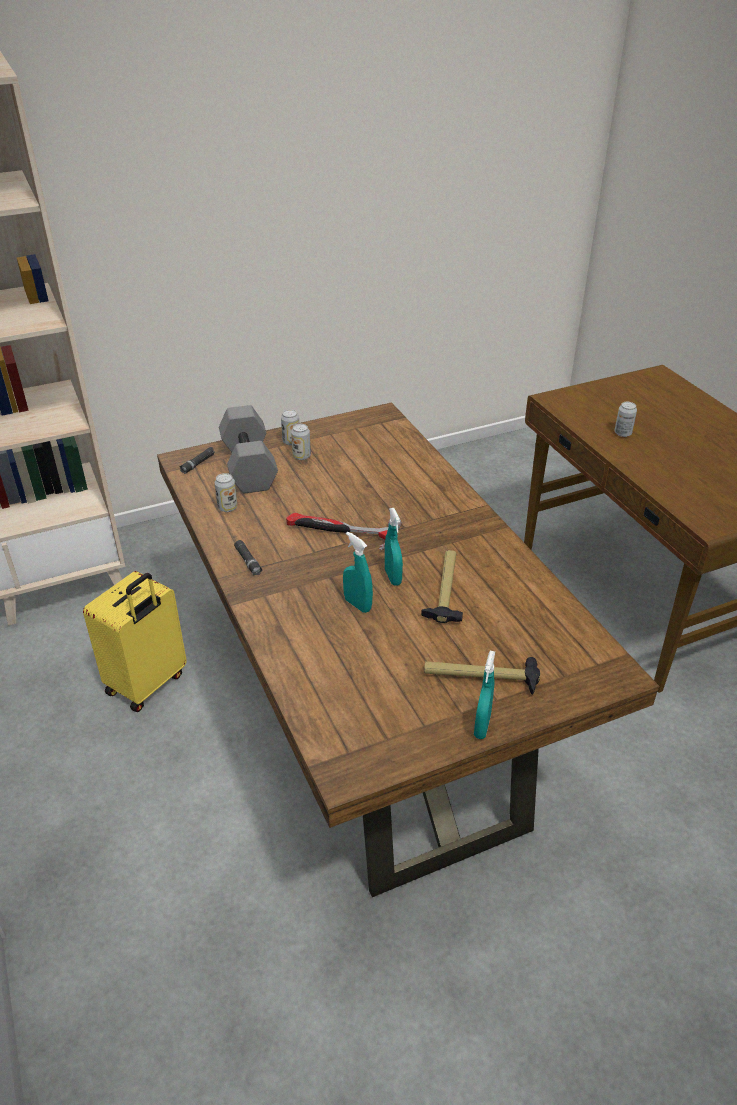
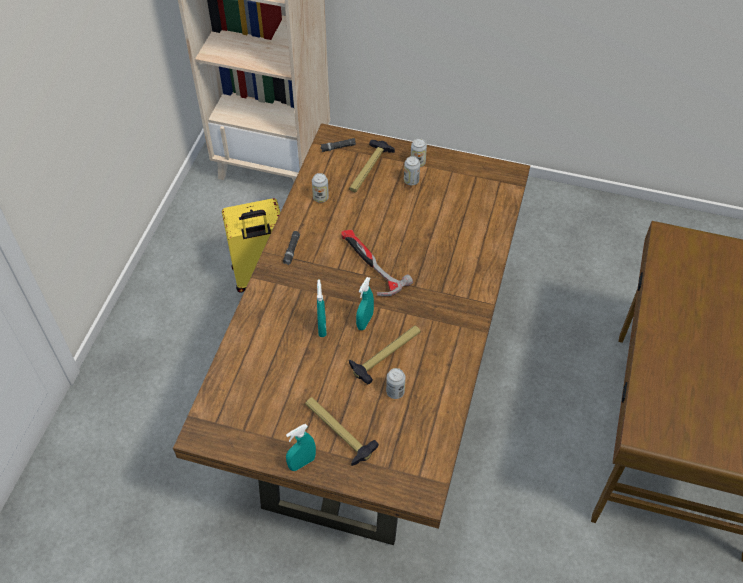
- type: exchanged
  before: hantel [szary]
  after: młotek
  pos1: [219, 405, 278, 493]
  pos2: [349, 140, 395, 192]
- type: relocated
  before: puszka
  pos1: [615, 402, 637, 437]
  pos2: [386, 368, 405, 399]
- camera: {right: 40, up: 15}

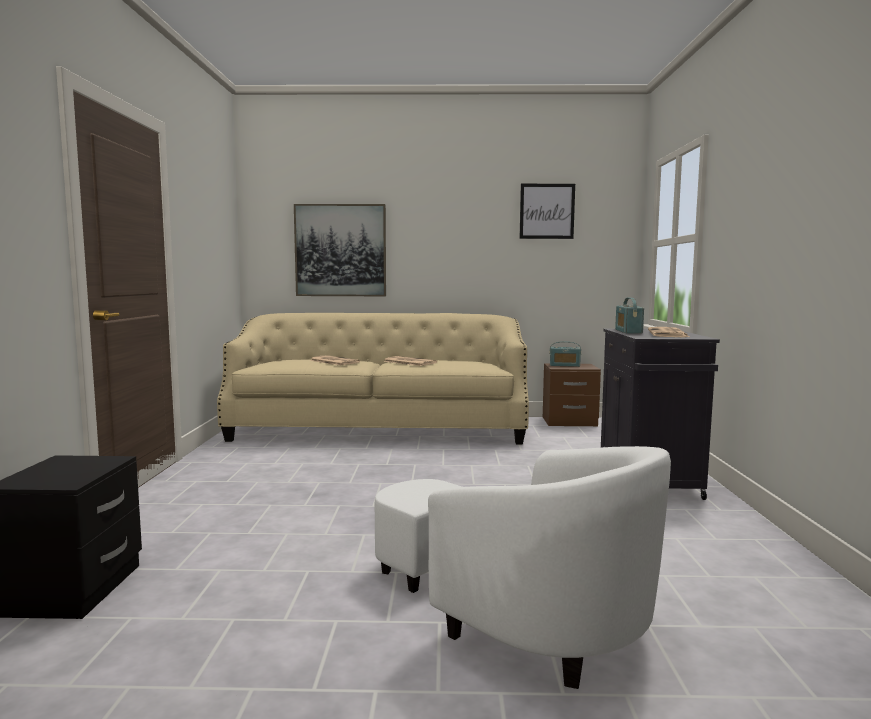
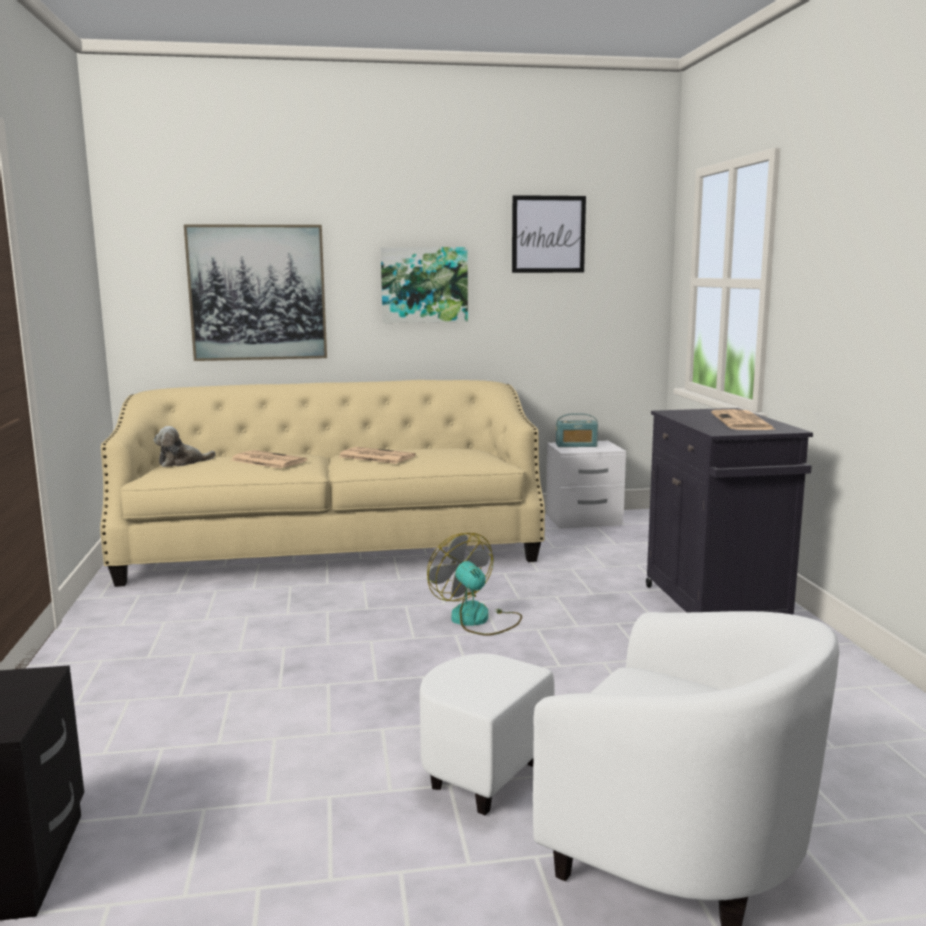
- type: appeared
  after: pluszak
  pos2: [154, 426, 216, 467]
- type: appeared
  after: obraz
  pos2: [381, 247, 468, 323]
- type: appeared
  after: wentylator
  pos2: [427, 533, 522, 636]
- type: colour
  before: szafka nocna [brązowy]
  after: szafka nocna [biały]
  pos1: [543, 363, 601, 426]
  pos2: [546, 441, 626, 529]
- type: missing
  before: radio
  pos1: [615, 298, 644, 334]
- camera: {right: -10, up: 5}

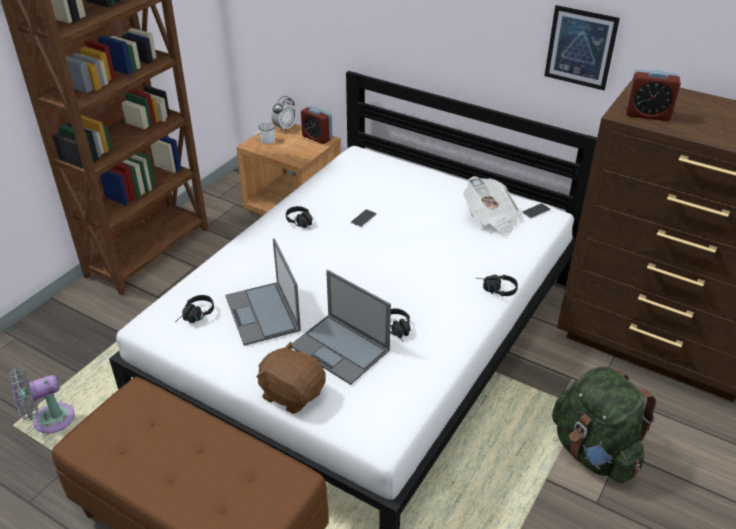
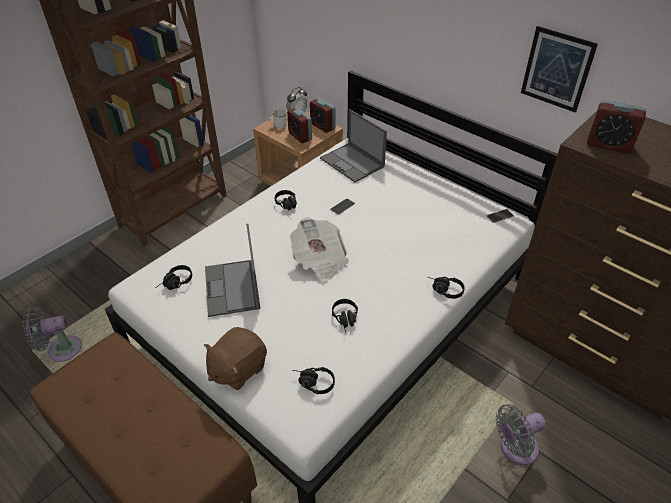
- type: spun
  before: pluszak [brązowy]
  pos1: [257, 341, 326, 414]
  pos2: [204, 327, 267, 390]
  turn: -90
- type: appeared
  after: budzik
  pos2: [287, 107, 312, 143]
- type: relocated
  before: gazeta
  pos1: [463, 176, 522, 236]
  pos2: [290, 217, 349, 282]
- type: appeared
  after: słuchawki [czarny]
  pos2: [292, 367, 335, 394]
- type: relocated
  before: laptop
  pos1: [292, 270, 391, 385]
  pos2: [320, 109, 387, 182]
- type: exchanged
  before: plecak [zielony]
  after: wentylator [szary]
  pos1: [552, 367, 656, 483]
  pos2: [496, 404, 546, 465]
- camera: {right: 10, up: 5}

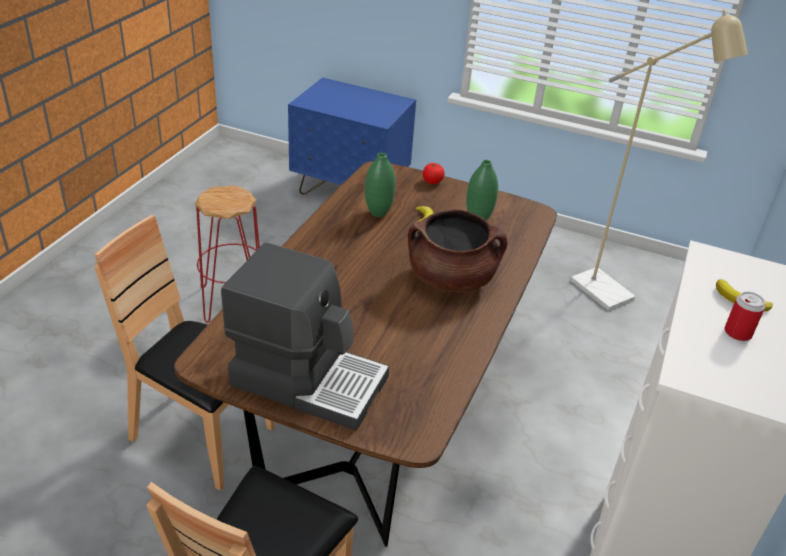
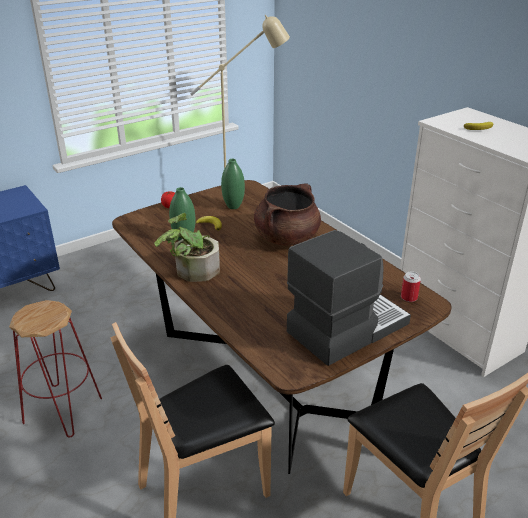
- type: appeared
  after: roślina doniczkowa
  pos2: [154, 213, 220, 282]
- type: relocated
  before: puszka
  pos1: [724, 292, 765, 341]
  pos2: [401, 271, 421, 302]
- camera: {right: -55, up: -5}

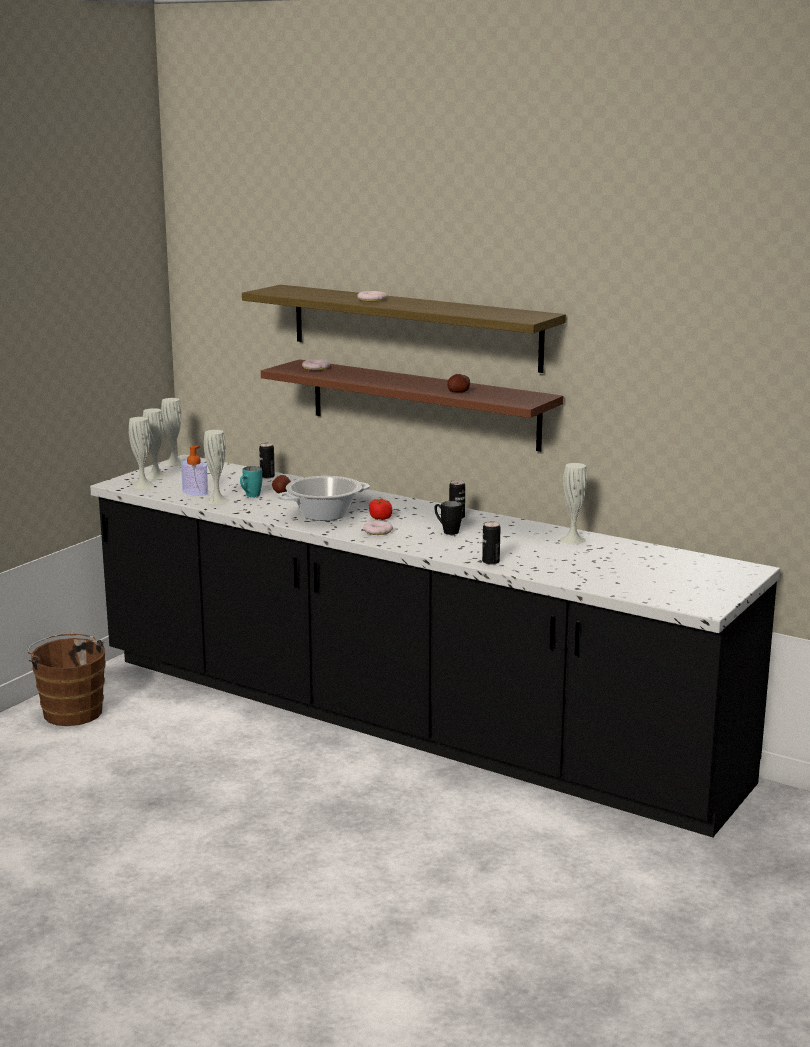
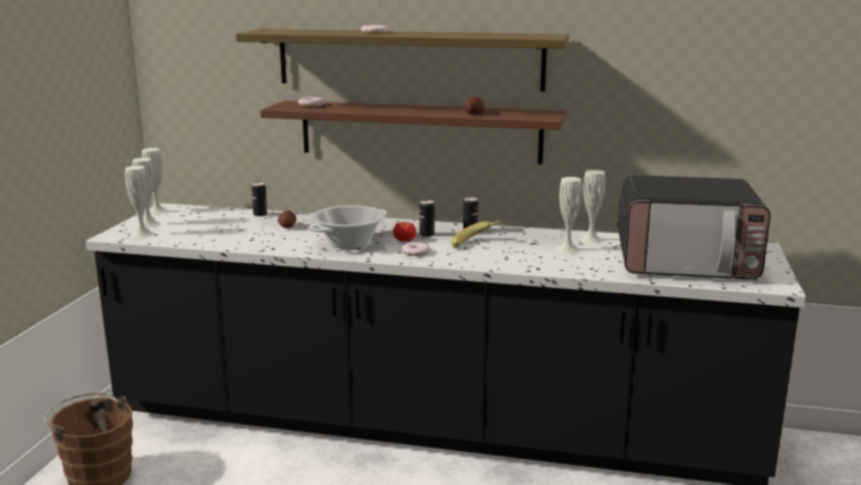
- type: relocated
  before: puszka
  pos1: [482, 521, 501, 565]
  pos2: [419, 200, 434, 237]
- type: exchanged
  before: kubek [czarny]
  after: banan
  pos1: [434, 501, 462, 535]
  pos2: [451, 220, 503, 247]
- type: relocated
  before: wazon [biały]
  pos1: [204, 430, 229, 505]
  pos2: [555, 177, 582, 254]
- type: appeared
  after: mikrofalówka
  pos2: [618, 175, 771, 280]
- type: missing
  before: dozownik mydła
  pos1: [181, 445, 208, 496]
- type: missing
  before: kubek [turkusowy]
  pos1: [240, 466, 262, 497]
- camera: {right: -20, up: 0}

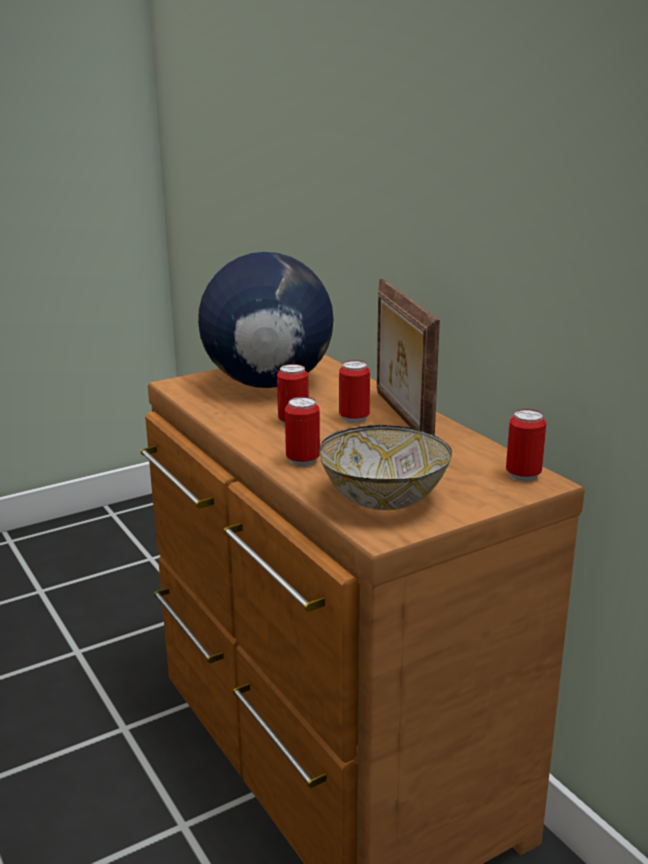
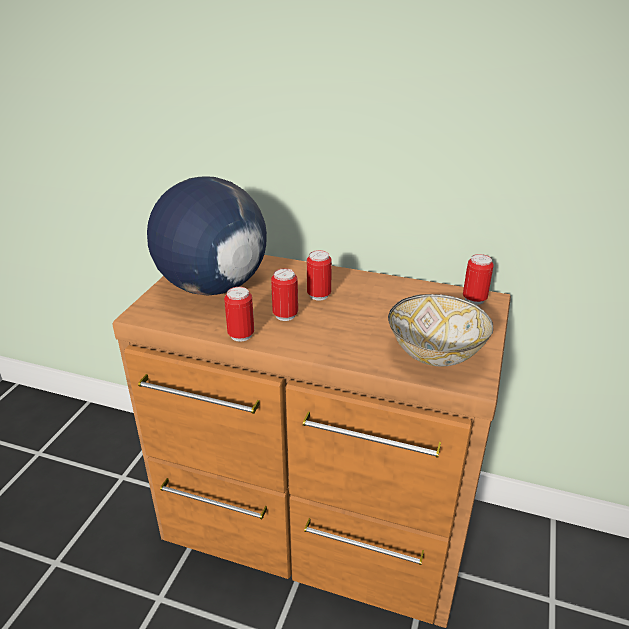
- type: relocated
  before: puszka
  pos1: [285, 397, 320, 467]
  pos2: [224, 287, 254, 342]
- type: missing
  before: ramka na zdjęcie
  pos1: [377, 279, 440, 436]
- camera: {right: -40, up: 10}

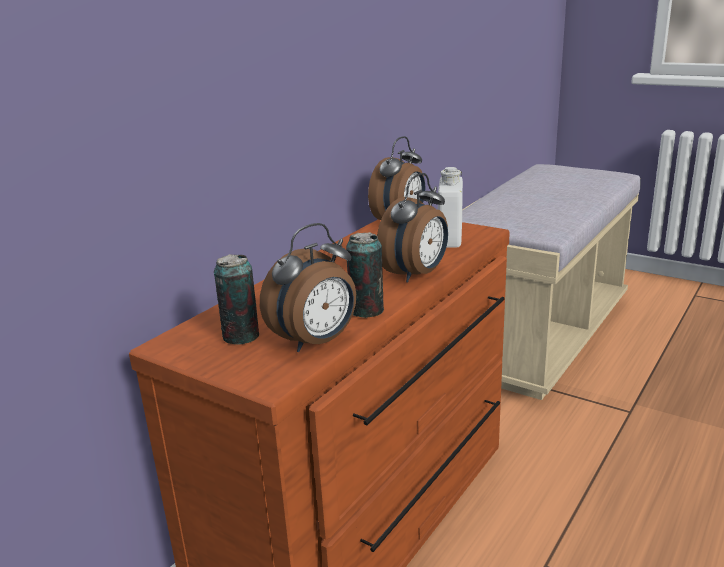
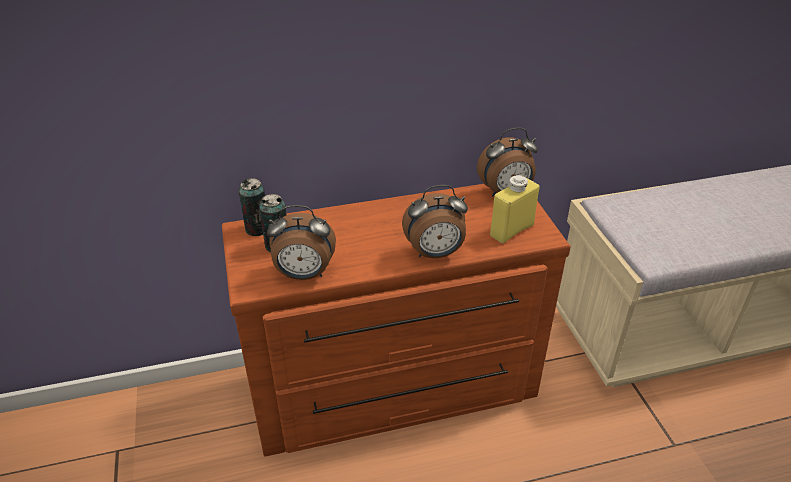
- type: relocated
  before: puszka
  pos1: [346, 232, 384, 318]
  pos2: [239, 178, 265, 236]
- type: colour
  before: butelka [biały]
  after: butelka [żółty]
  pos1: [438, 167, 463, 247]
  pos2: [490, 175, 540, 243]
- camera: {right: 40, up: 15}

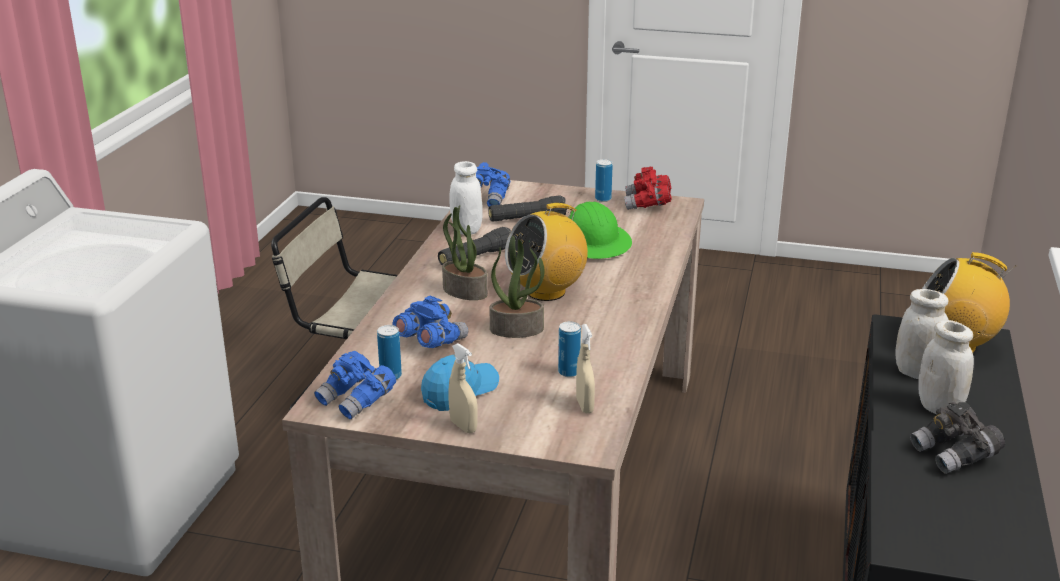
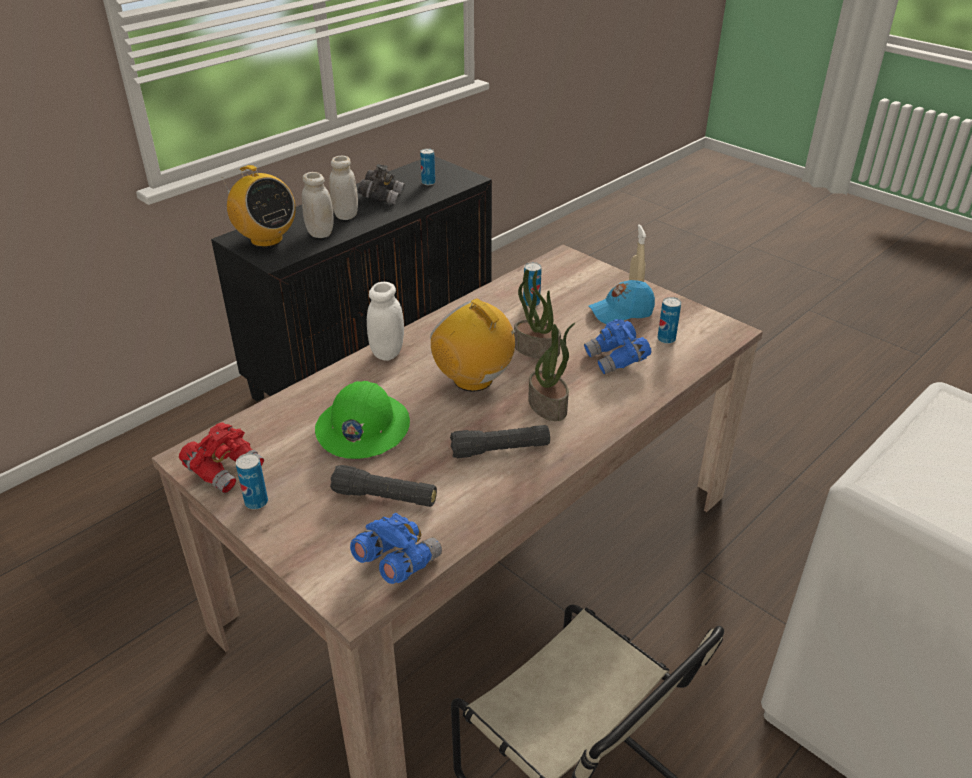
- type: relocated
  before: słoik [biały]
  pos1: [449, 161, 483, 235]
  pos2: [367, 282, 404, 361]
- type: appeared
  after: puszka
  pos2: [420, 148, 435, 185]
- type: spun
  before: radio
  pos1: [505, 203, 588, 301]
  pos2: [430, 298, 523, 392]
  turn: -135
- type: missing
  before: lornetka [niebieski]
  pos1: [314, 351, 396, 419]
- type: missing
  before: spryskiwacz [beżowy]
  pos1: [576, 324, 595, 413]
- camera: {right: -150, up: 10}

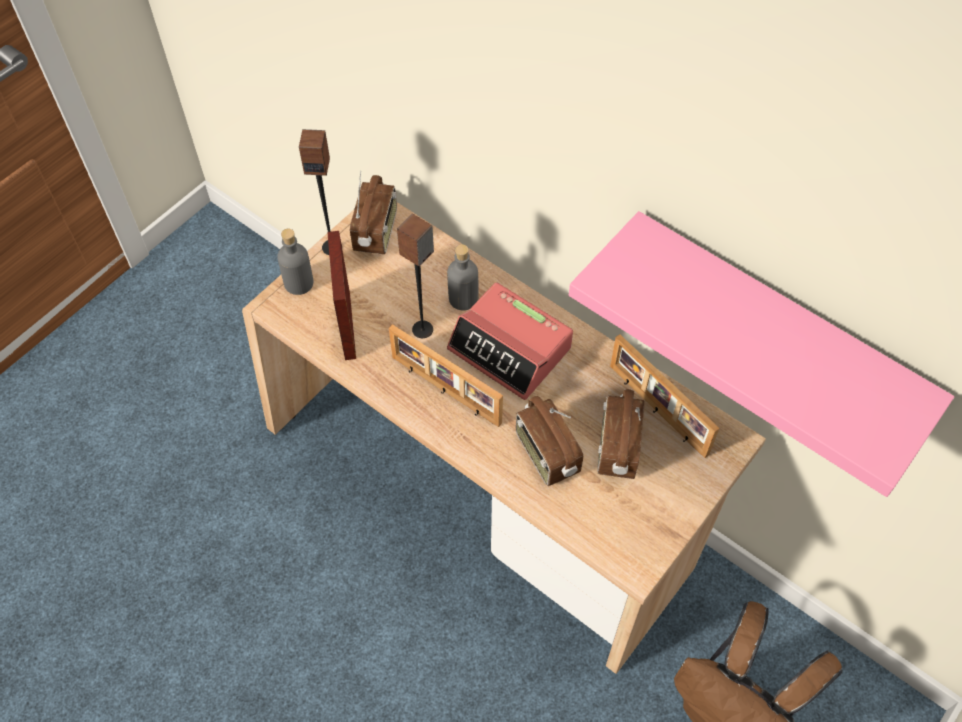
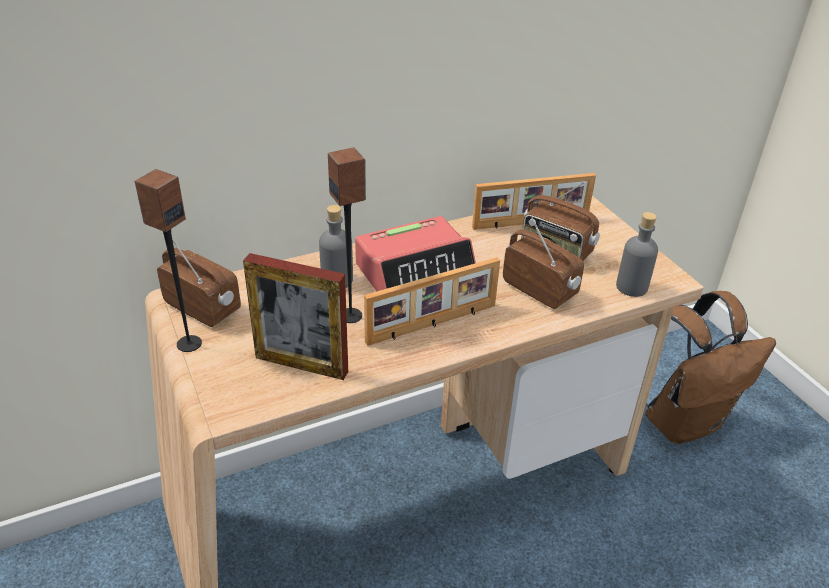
- type: spun
  before: radio
  pos1: [516, 396, 583, 486]
  pos2: [503, 217, 584, 309]
  turn: -135
- type: relocated
  before: butelka [szary]
  pos1: [277, 229, 313, 295]
  pos2: [616, 212, 658, 297]
- type: missing
  before: półka [różowy]
  pos1: [569, 211, 954, 497]
- camera: {right: -65, up: -20}

